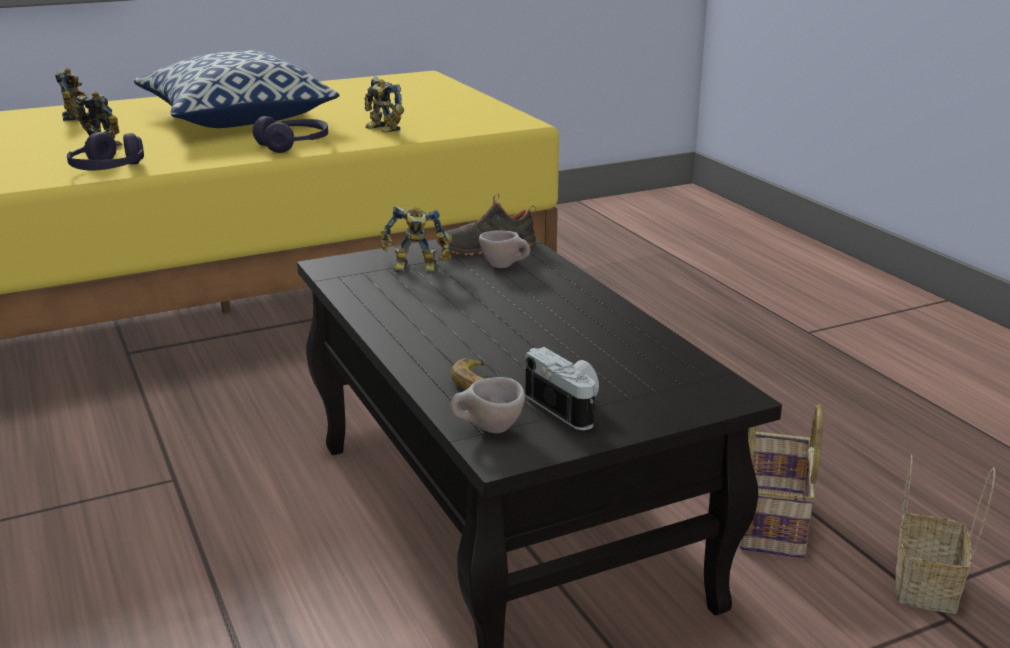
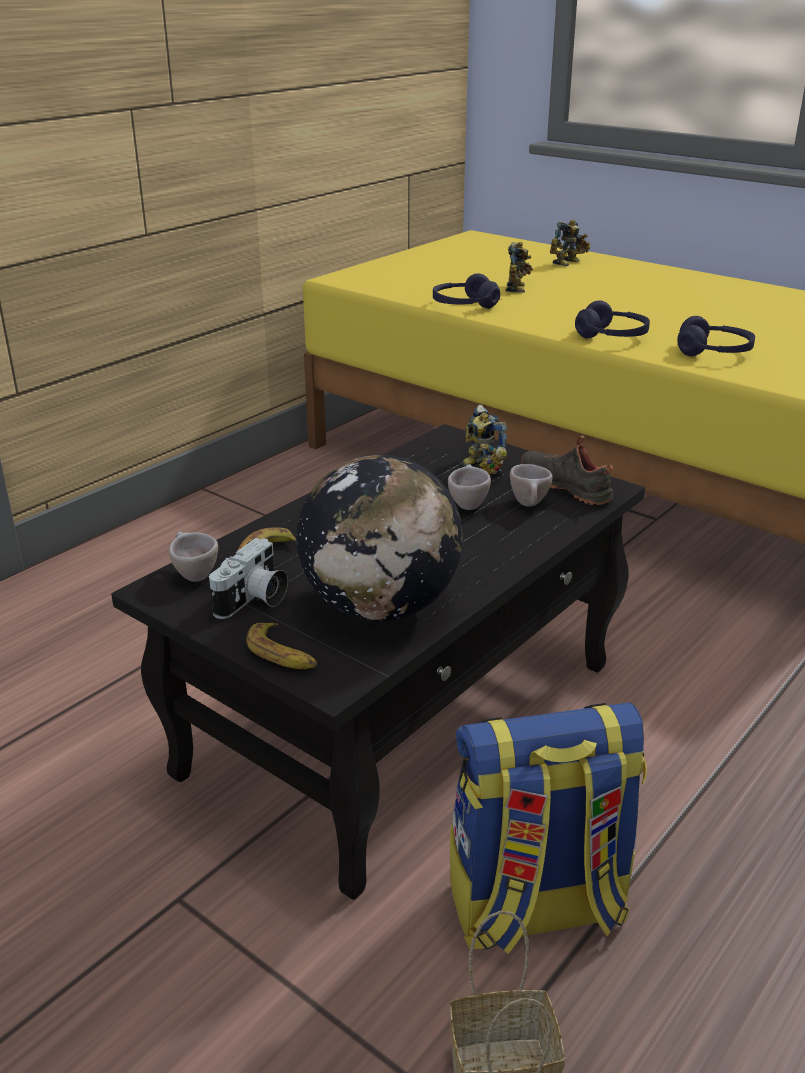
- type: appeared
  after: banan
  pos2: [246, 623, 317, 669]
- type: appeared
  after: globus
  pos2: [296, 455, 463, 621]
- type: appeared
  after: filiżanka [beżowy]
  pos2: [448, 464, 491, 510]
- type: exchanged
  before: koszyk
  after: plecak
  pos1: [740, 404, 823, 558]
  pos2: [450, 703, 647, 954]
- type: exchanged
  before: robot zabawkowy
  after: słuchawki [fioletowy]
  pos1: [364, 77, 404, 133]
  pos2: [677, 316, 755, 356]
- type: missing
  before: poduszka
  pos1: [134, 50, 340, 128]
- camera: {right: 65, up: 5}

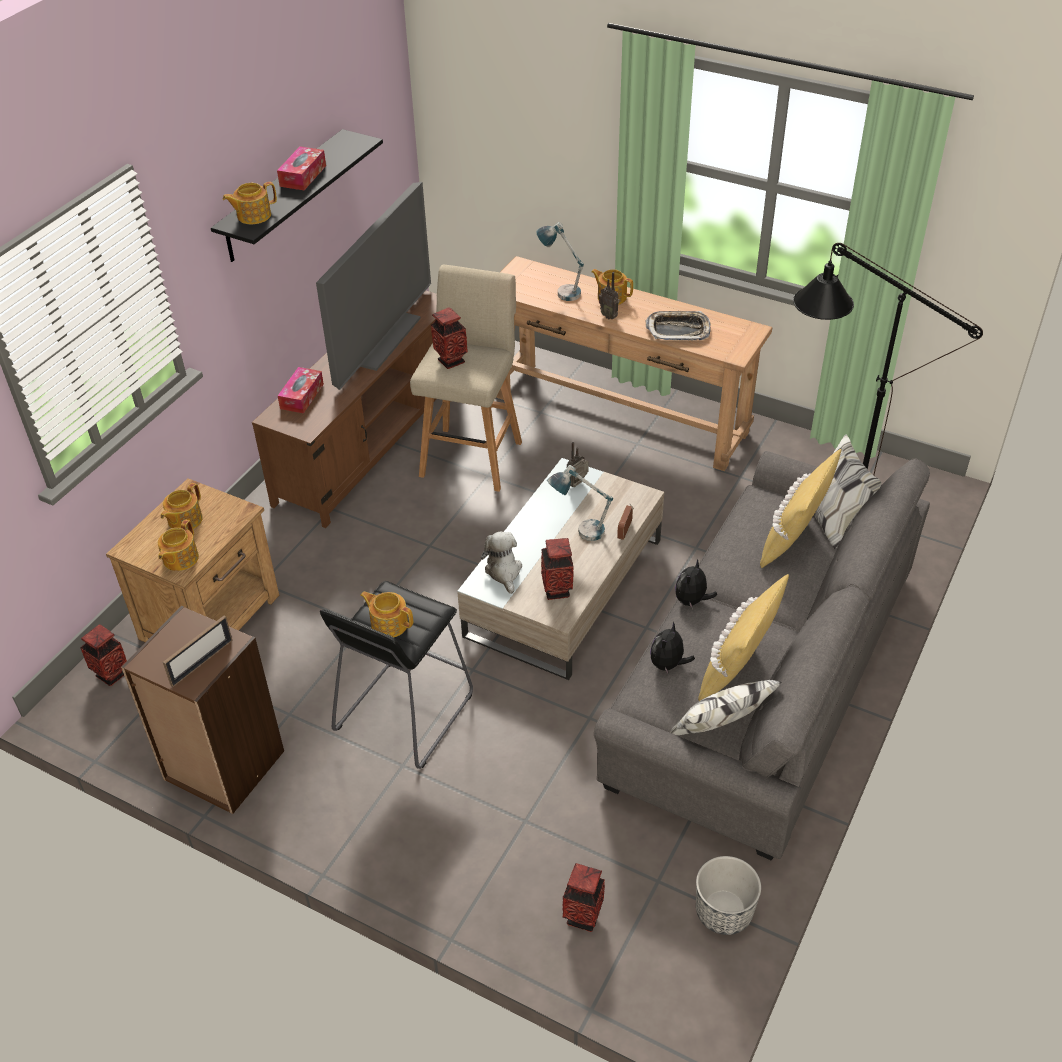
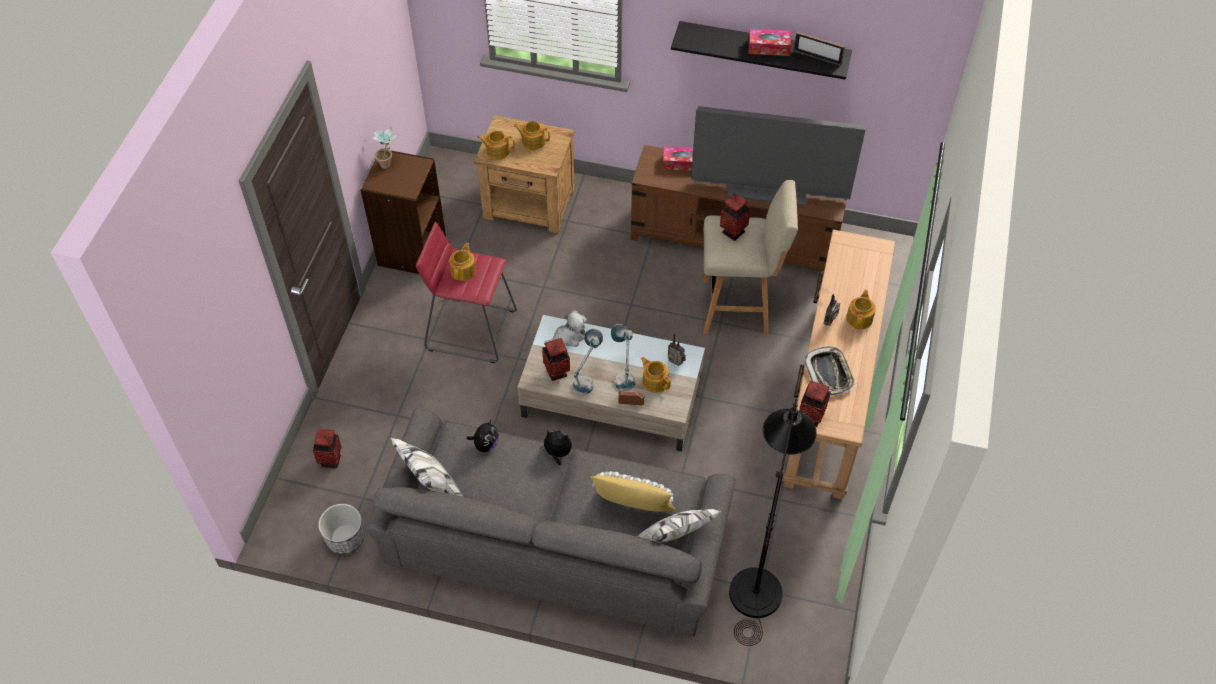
- type: appeared
  after: roślina doniczkowa
  pos2: [373, 127, 399, 169]
- type: colour
  before: stołek [czarny]
  after: stołek [czerwony]
  pos1: [320, 581, 473, 769]
  pos2: [416, 222, 517, 363]
- type: spun
  before: pluszak
  pos1: [650, 621, 695, 675]
  pos2: [467, 420, 499, 452]
  turn: 105
- type: relocated
  before: lampa stołowa
  pos1: [536, 222, 584, 301]
  pos2: [573, 329, 603, 395]
- type: relocated
  before: imbryk
  pos1: [223, 182, 277, 224]
  pos2: [641, 357, 671, 393]
- type: relocated
  before: ramka na zdjęcie
  pos1: [163, 616, 233, 687]
  pos2: [794, 32, 845, 66]
- type: relocated
  before: wazon
  pos1: [80, 624, 127, 686]
  pos2: [799, 381, 831, 427]
- type: missing
  before: poduszka [żółty]
  pos1: [698, 574, 789, 701]
- camera: {right: 75, up: 10}

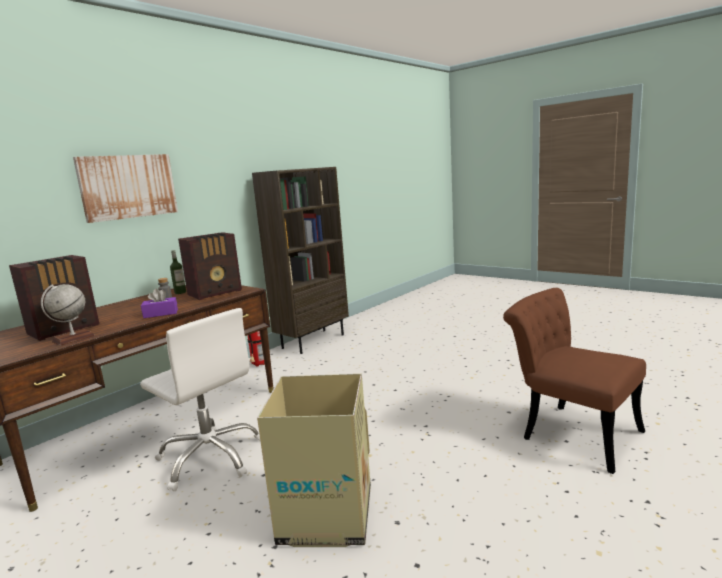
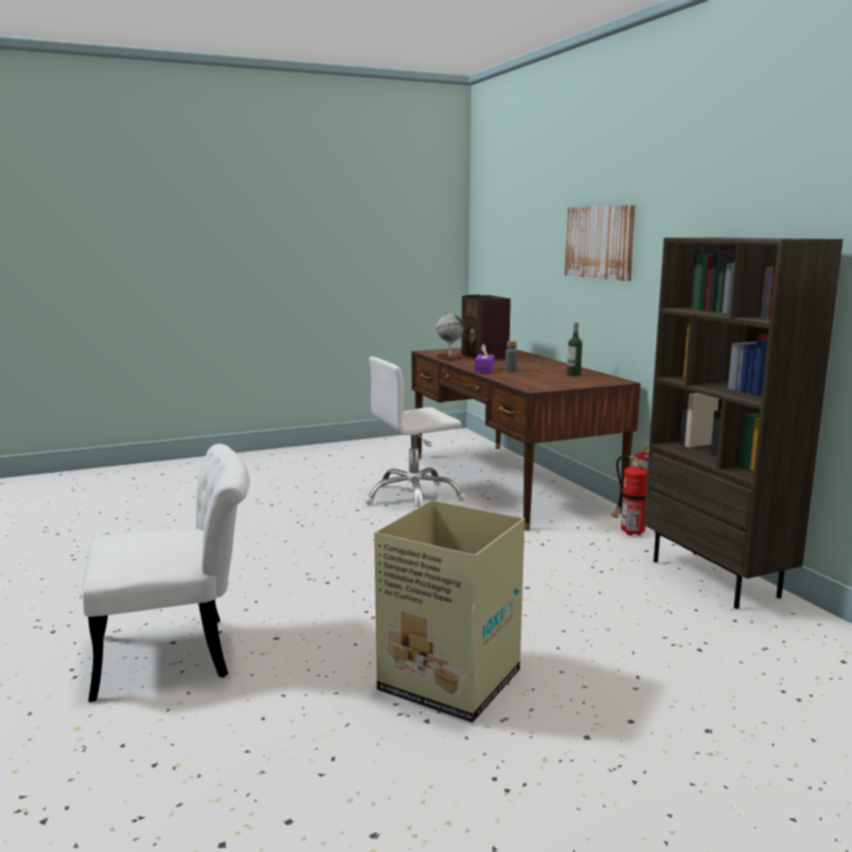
- type: colour
  before: krzesło [brązowy]
  after: krzesło [biały]
  pos1: [503, 288, 646, 474]
  pos2: [82, 444, 250, 702]
- type: relocated
  before: karton
  pos1: [257, 374, 371, 547]
  pos2: [374, 500, 525, 723]
- type: missing
  before: radio
  pos1: [178, 232, 242, 300]
- camera: {right: 115, up: 0}

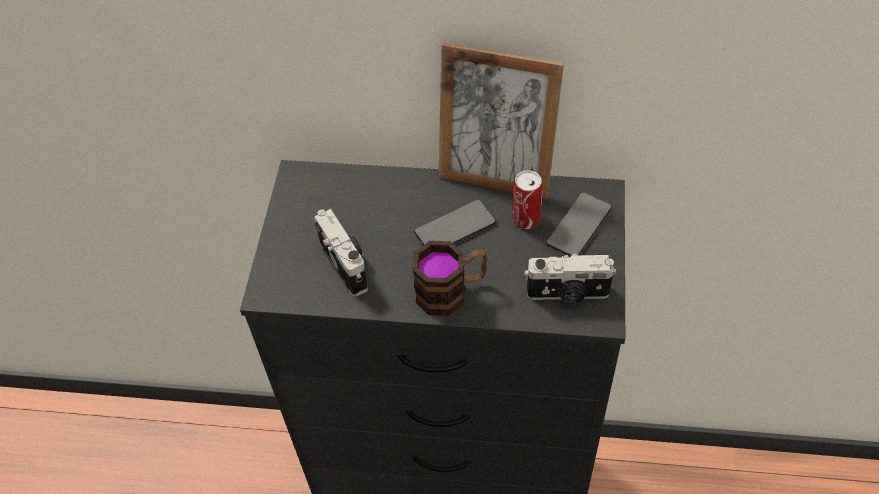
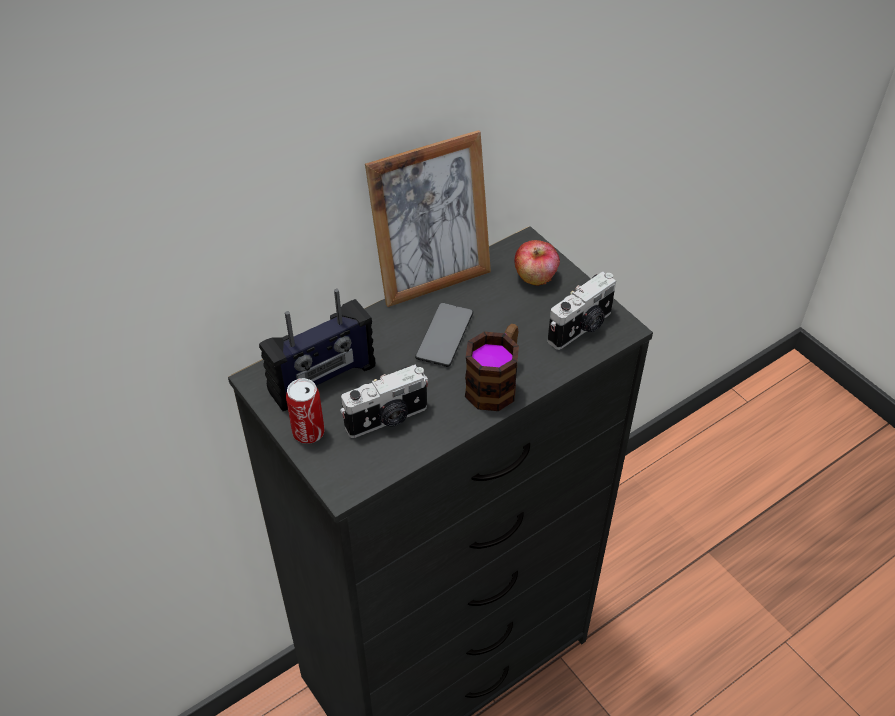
- type: appeared
  after: radio
  pos2: [259, 289, 375, 411]
- type: relocated
  before: puszka
  pos1: [512, 170, 543, 229]
  pos2: [286, 378, 324, 443]
- type: spun
  before: aparat fotograficzny
  pos1: [314, 209, 368, 297]
  pos2: [340, 365, 428, 438]
  turn: 135
- type: exchanged
  before: telefon
  after: jabłko
  pos1: [546, 192, 612, 257]
  pos2: [514, 240, 560, 286]
- camera: {right: -45, up: -5}

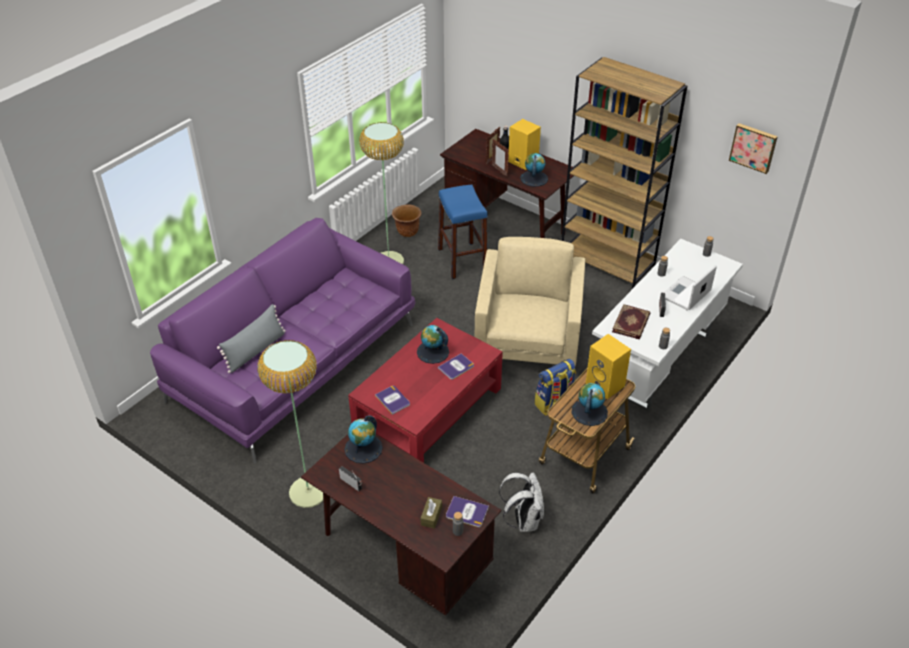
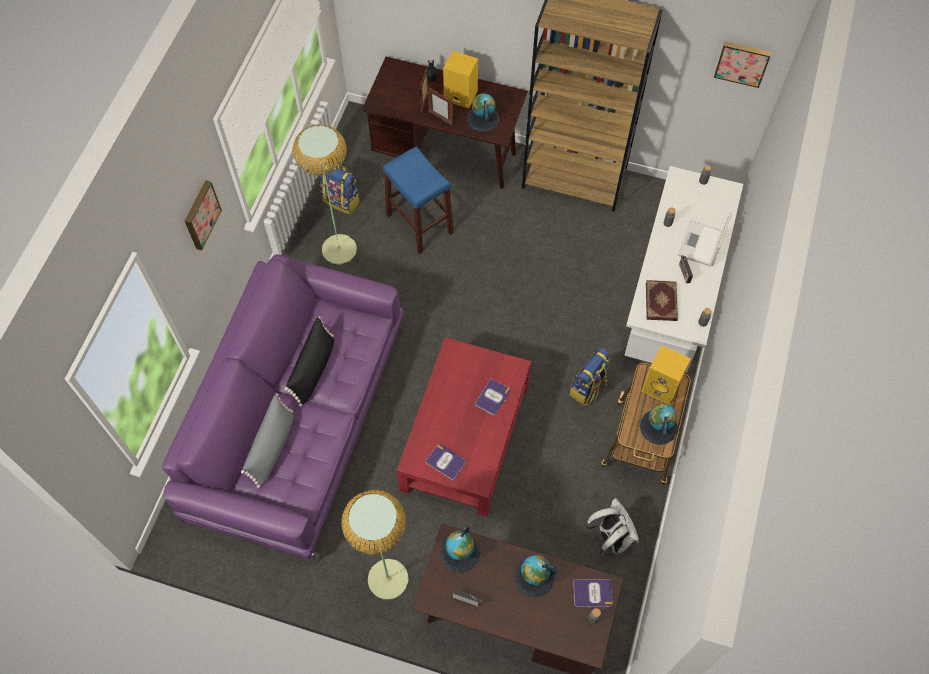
- type: appeared
  after: obraz
  pos2: [185, 180, 222, 250]
- type: appeared
  after: poduszka [czarny]
  pos2: [285, 317, 334, 407]
- type: exchanged
  before: donica [brązowy]
  after: plecak
  pos1: [392, 205, 422, 237]
  pos2: [320, 163, 360, 215]
- type: relocated
  before: globus
  pos1: [417, 325, 449, 364]
  pos2: [514, 555, 557, 597]
- type: missing
  before: pudełko chusteczek [brązowy]
  pos1: [420, 497, 442, 529]
- type: missing
  before: fotel [beżowy]
  pos1: [475, 237, 585, 366]
- camera: {right: -20, up: 20}

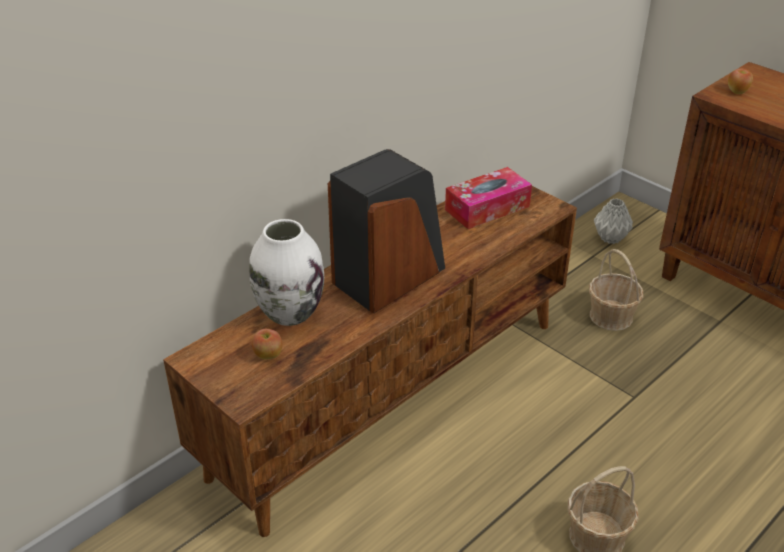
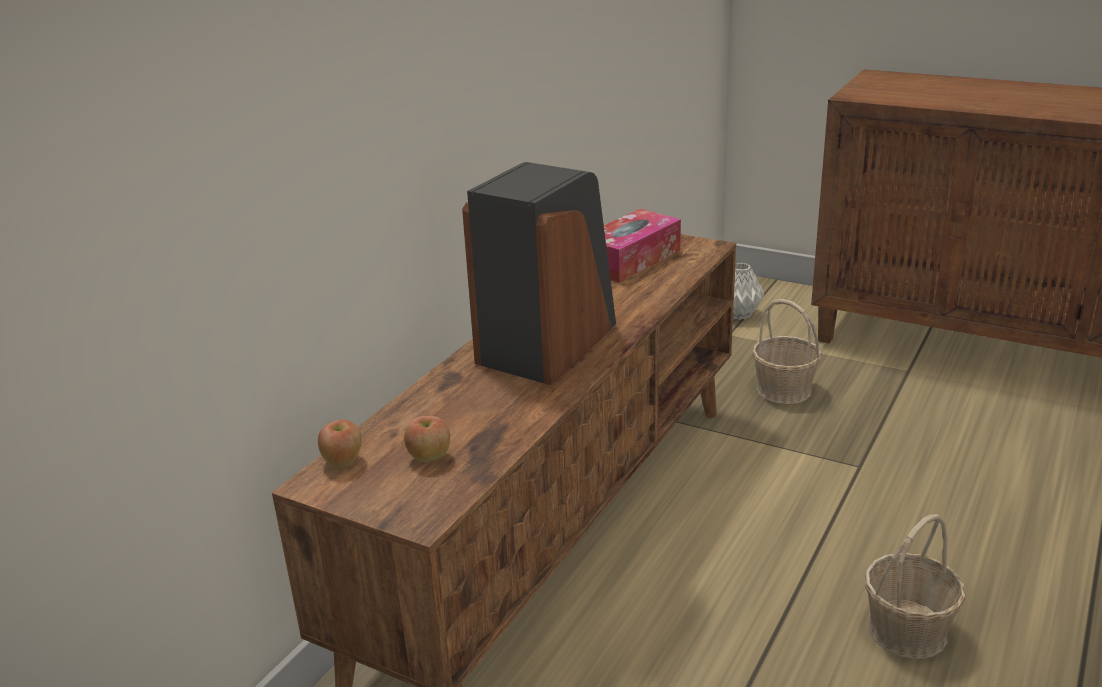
- type: relocated
  before: jabłko
  pos1: [728, 69, 753, 94]
  pos2: [318, 420, 362, 468]
- type: missing
  before: wazon [biały]
  pos1: [249, 219, 324, 326]
- camera: {right: -15, up: -10}

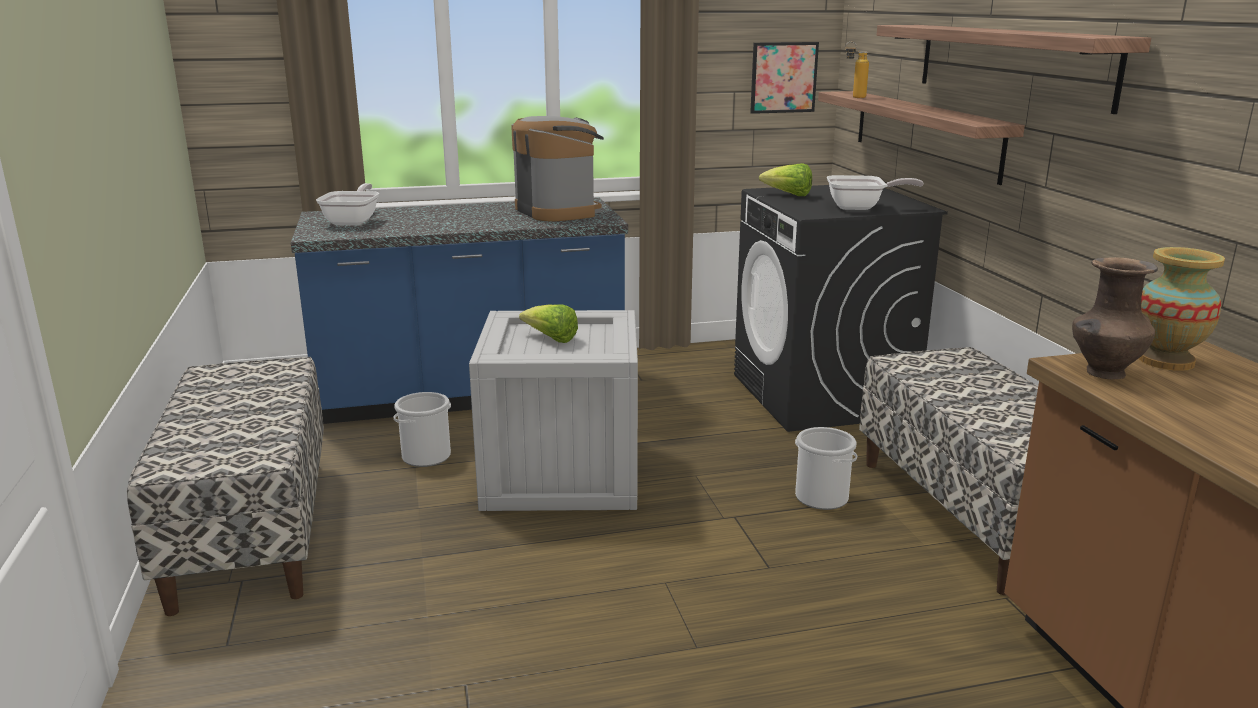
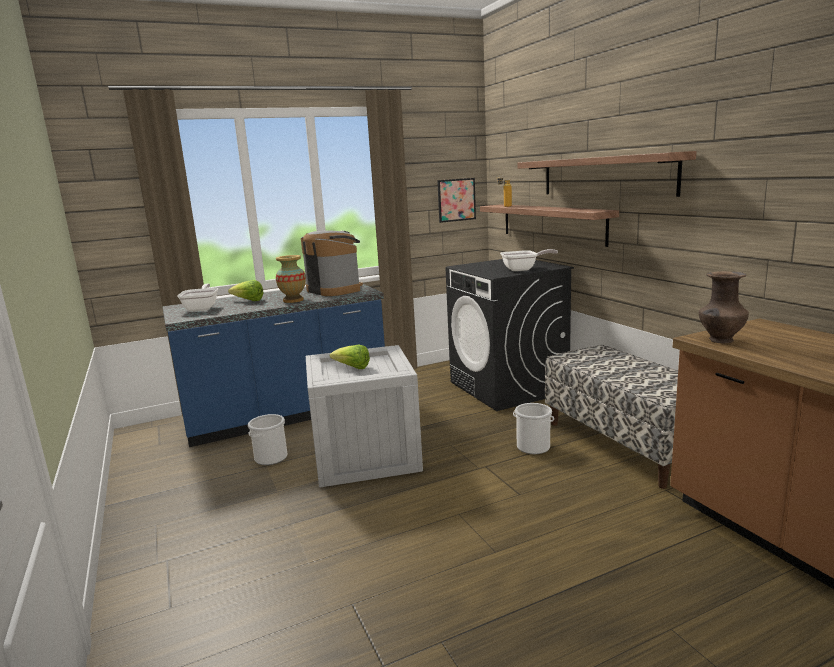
- type: relocated
  before: sałata
  pos1: [759, 163, 812, 196]
  pos2: [228, 280, 263, 301]
- type: relocated
  before: wazon
  pos1: [1139, 247, 1225, 371]
  pos2: [276, 255, 306, 303]
- type: missing
  before: ławka
  pos1: [127, 357, 324, 616]
- camera: {right: -10, up: -5}

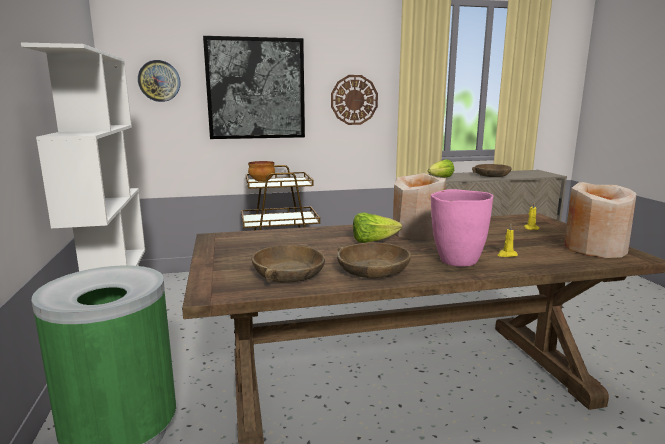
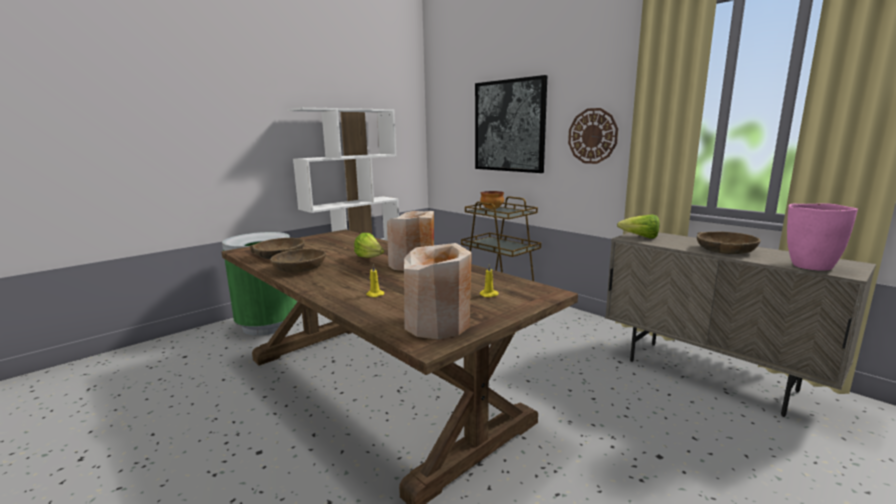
- type: relocated
  before: wazon [różowy]
  pos1: [431, 189, 493, 267]
  pos2: [787, 203, 858, 271]
- type: missing
  before: zegar ścienny
  pos1: [138, 60, 180, 102]
- camera: {right: 60, up: 0}

